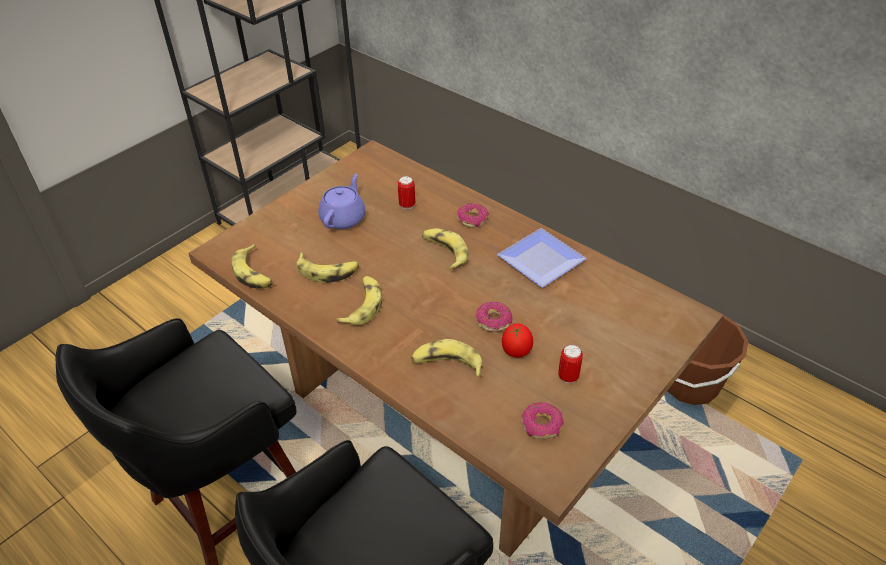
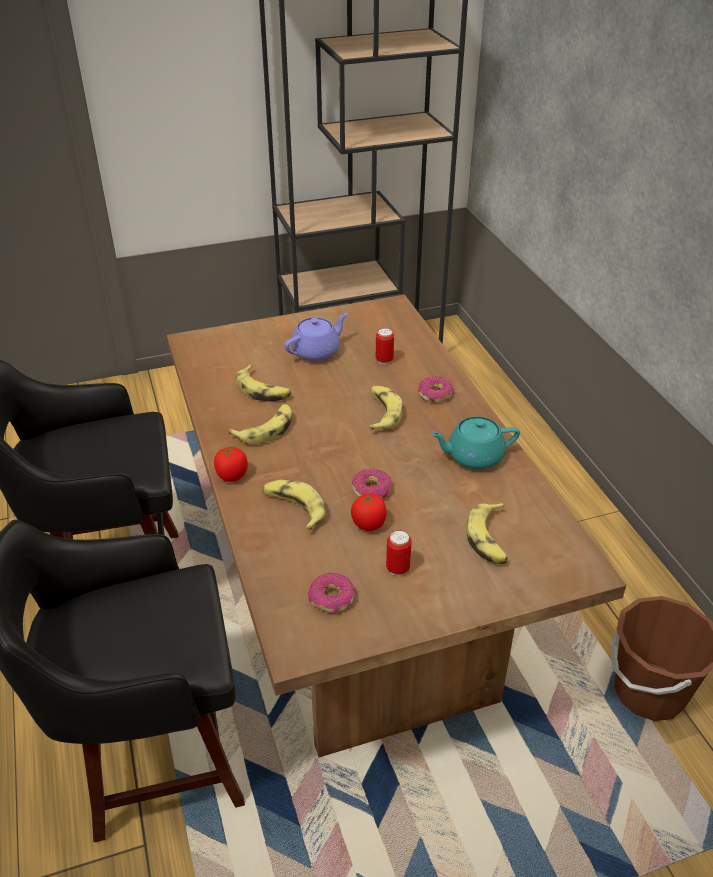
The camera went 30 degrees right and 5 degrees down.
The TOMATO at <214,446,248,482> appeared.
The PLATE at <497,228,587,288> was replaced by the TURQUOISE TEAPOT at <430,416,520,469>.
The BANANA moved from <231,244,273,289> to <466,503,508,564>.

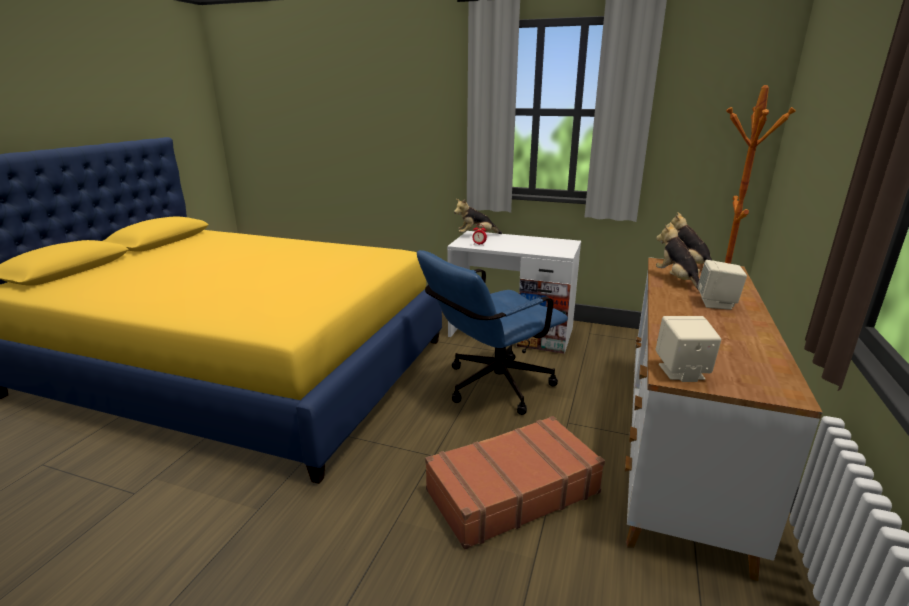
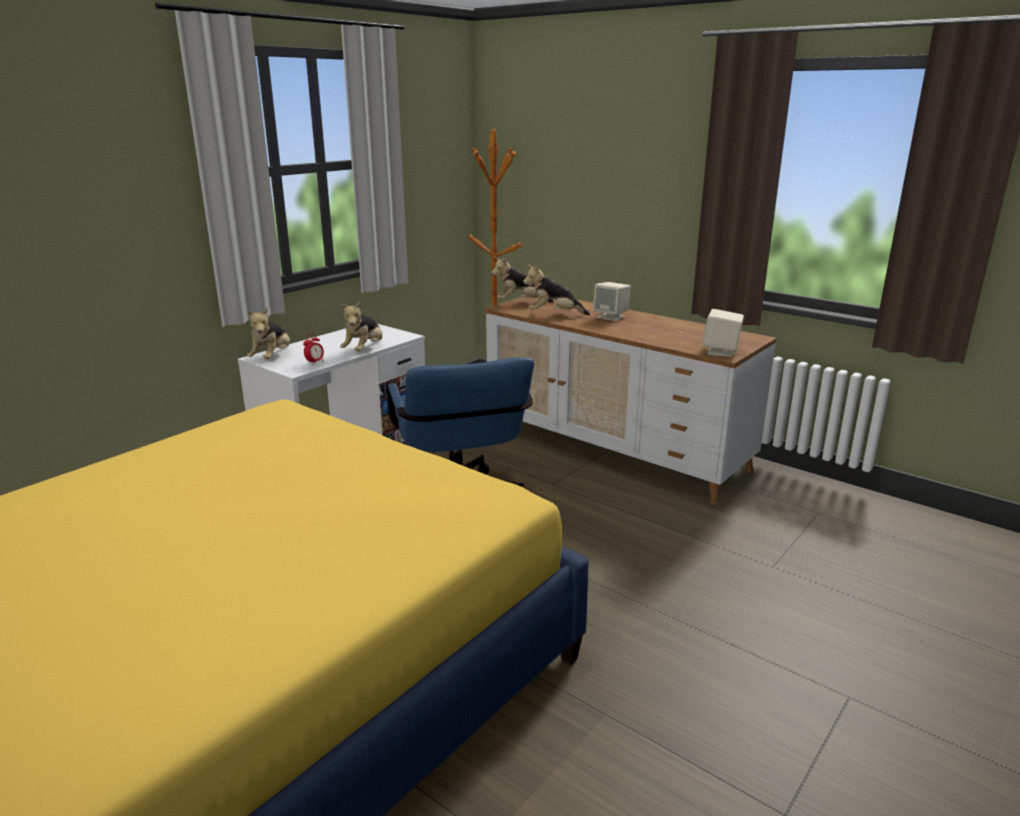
The camera went 70 degrees left and 0 degrees up.
The PLUSH TOY at <340,301,382,351> appeared.
The BROWN SUITCASE at <425,416,605,550> disappeared.

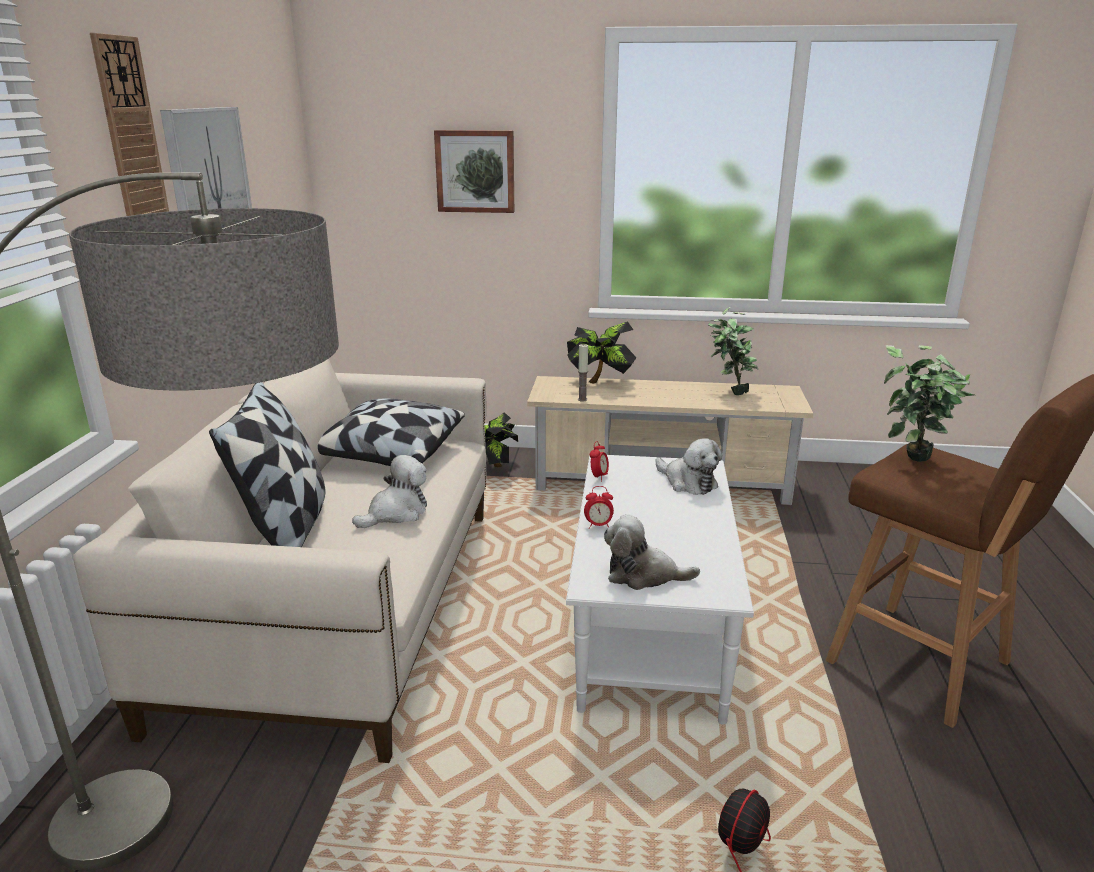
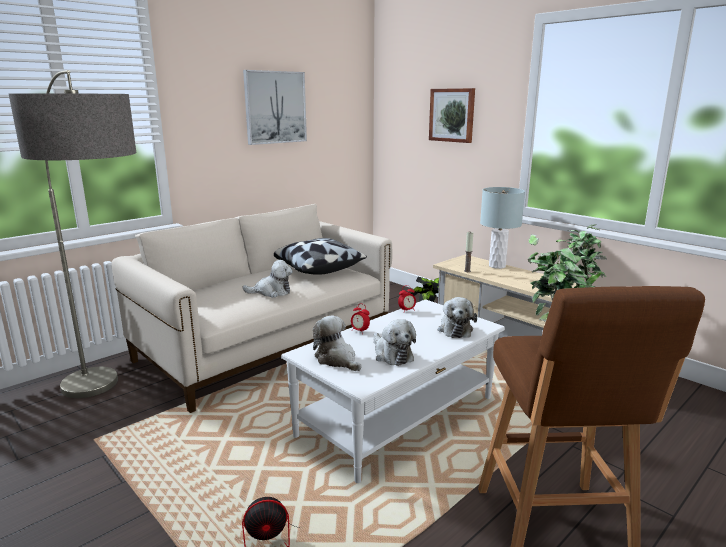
The camera went 40 degrees right and 5 degrees down.
The PLUSH TOY at <373,319,416,366> appeared.
The POTTED PLANT at <567,321,637,383> was replaced by the GREY TABLE LAMP at <480,187,525,269>.
The WALL CLOCK at <90,33,169,216> disappeared.
The PILLOW at <209,382,326,547> disappeared.

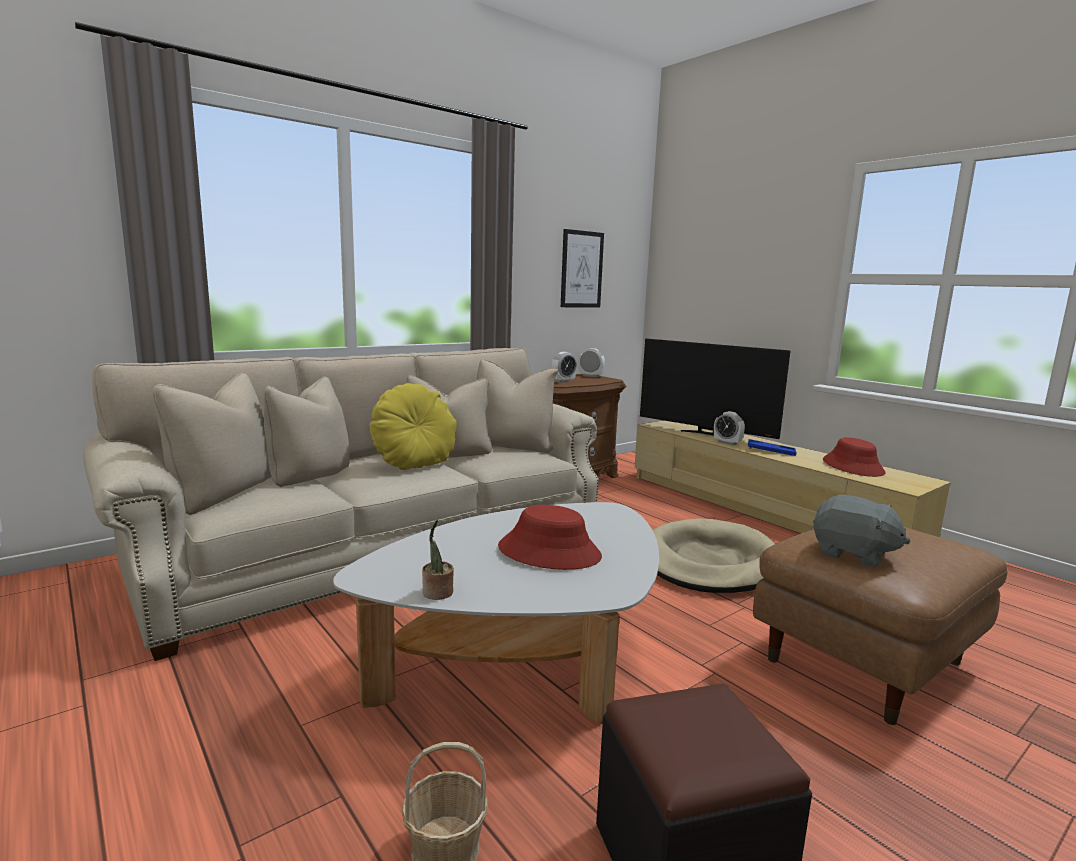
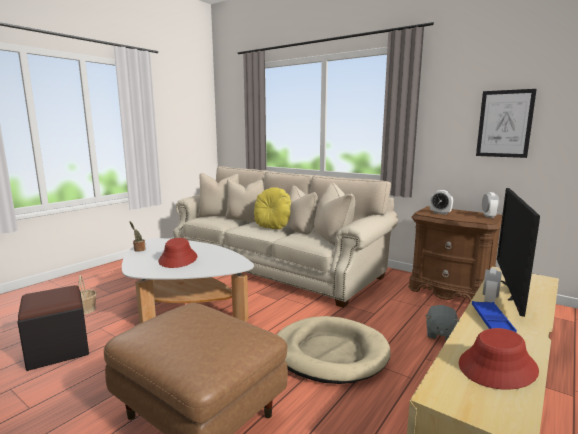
The camera went 75 degrees right and 0 degrees up.
The GREY PLUSH TOY moved from <813,495,911,567> to <425,305,459,341>.

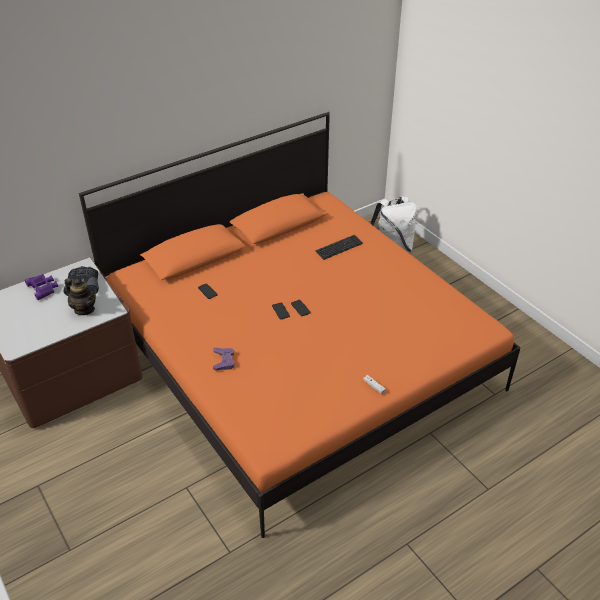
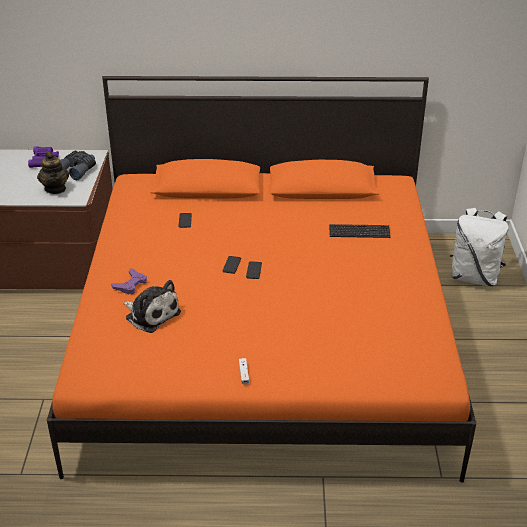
The camera went 35 degrees right and 5 degrees down.
The PLUSH TOY at <123,280,181,333> appeared.

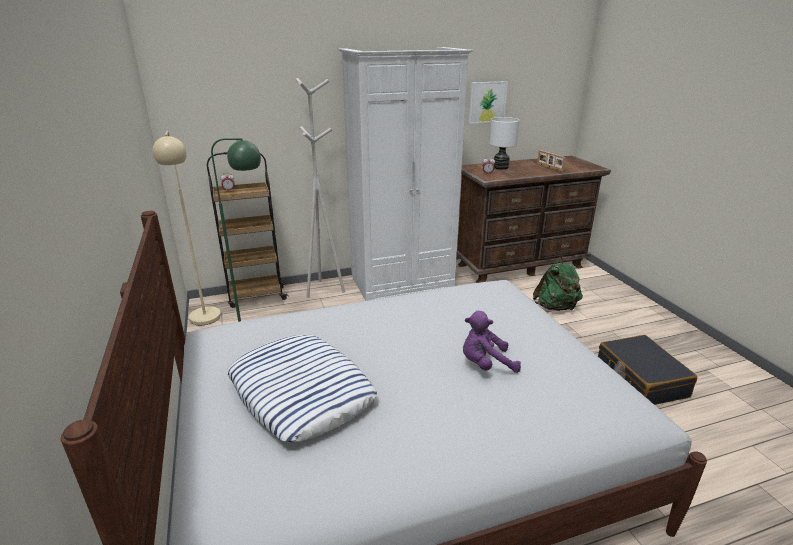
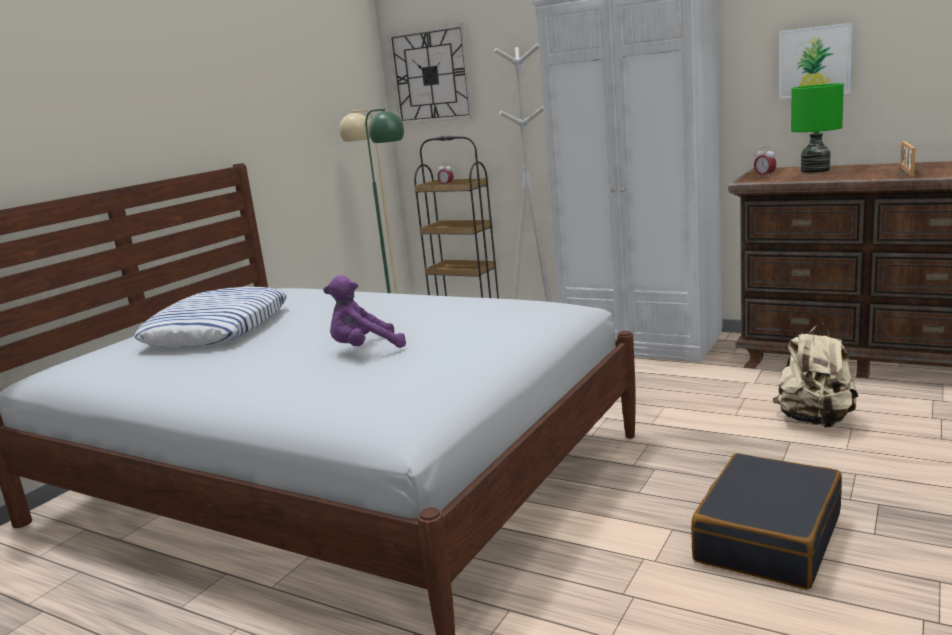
The camera went 50 degrees right and 10 degrees down.
The PURPLE PLUSH TOY at <463,311,521,373> turned 60 degrees counterclockwise.
The WALL CLOCK at <387,23,474,124> appeared.
The GREEN BACKPACK at <533,257,583,311> became the BEIGE BACKPACK at <773,323,858,428>.
The WHITE TABLE LAMP at <489,117,519,169> became the GREEN TABLE LAMP at <791,83,844,172>.

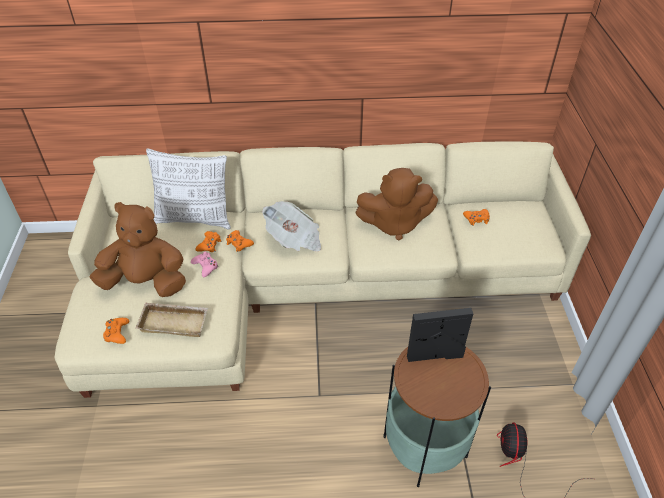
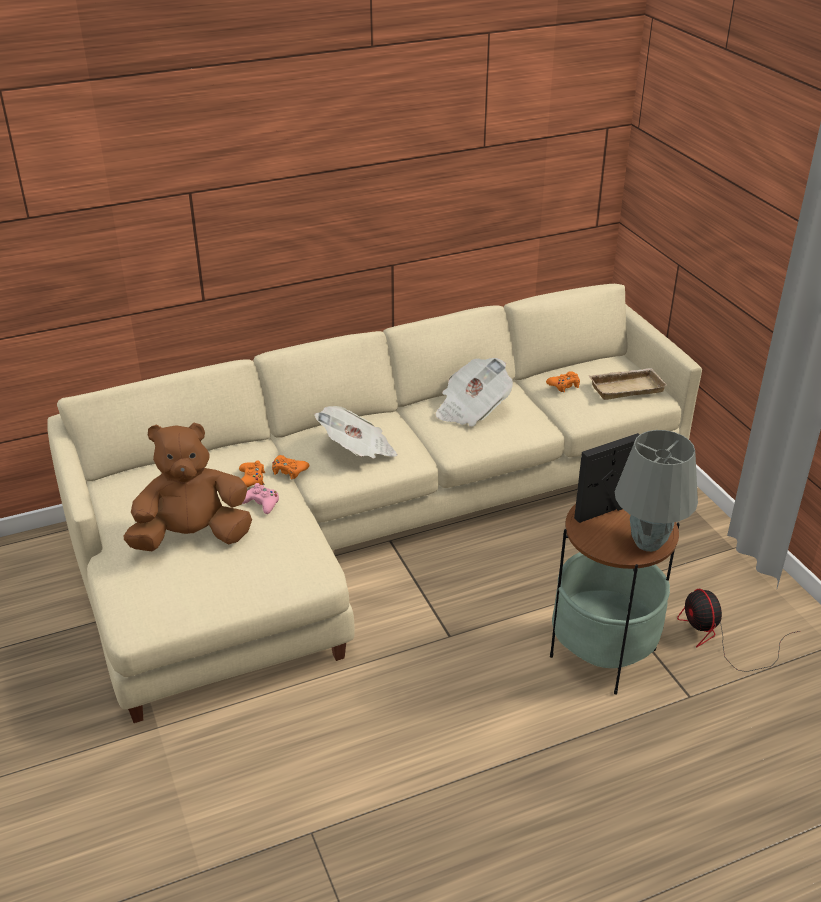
The camera went 20 degrees left and 10 degrees down.
The BROWN PLUSH TOY at <355,168,438,241> was replaced by the NEWSPAPER at <436,358,513,427>.
The BEIGE TRAY moved from <135,302,208,337> to <589,368,668,400>.
The GREY TABLE LAMP at <615,430,698,552> appeared.
The ORANGE GAME CONTROLLER at <103,318,129,344> disappeared.
The PILLOW at <146,149,231,229> disappeared.

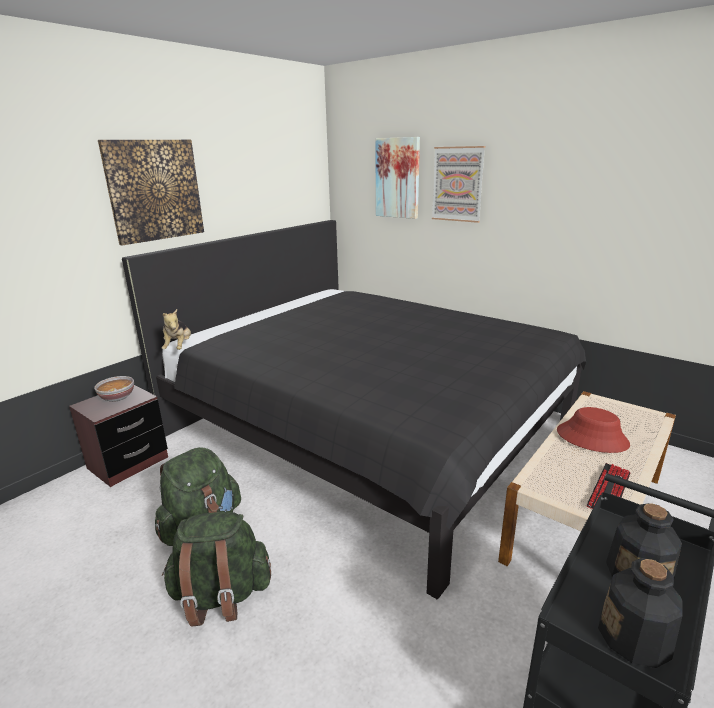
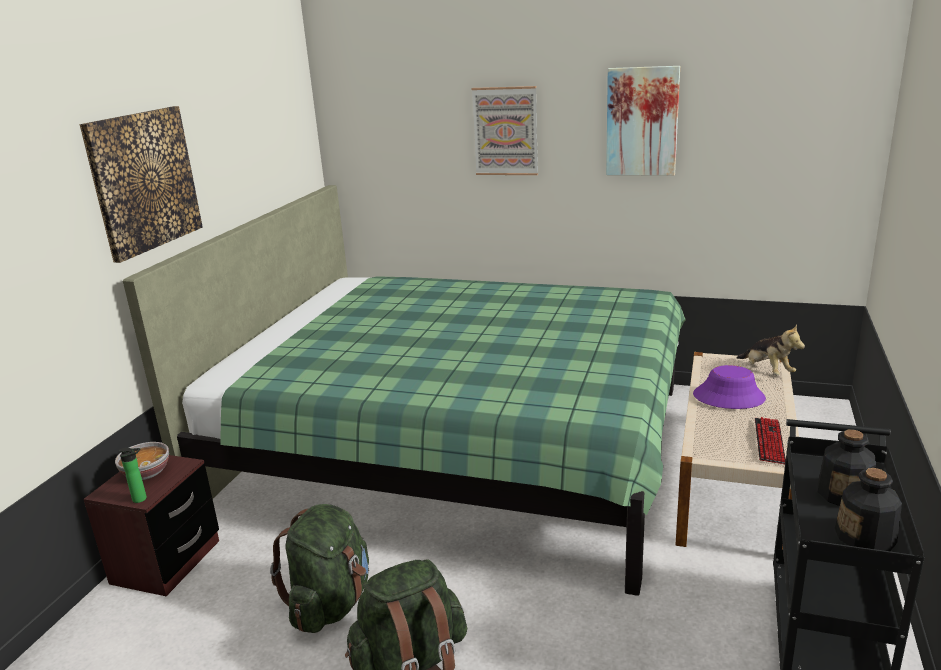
The camera went 20 degrees left and 0 degrees up.
The BOTTLE at <119,448,147,503> appeared.
The BLACK BED at <122,220,586,599> became the GREEN BED at <123,185,686,596>.
The PICTURE moved from <375,137,420,219> to <606,66,680,176>.
The RED HAT at <557,407,630,453> became the PURPLE HAT at <693,365,766,409>.
The PLUSH TOY moved from <162,309,191,350> to <736,324,805,375>.

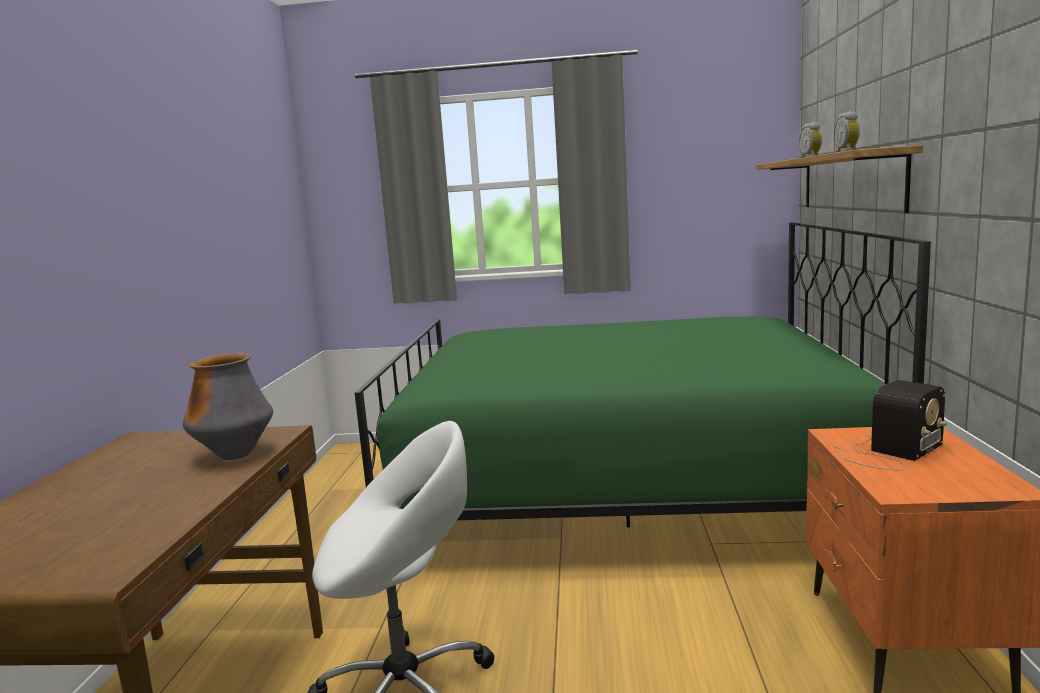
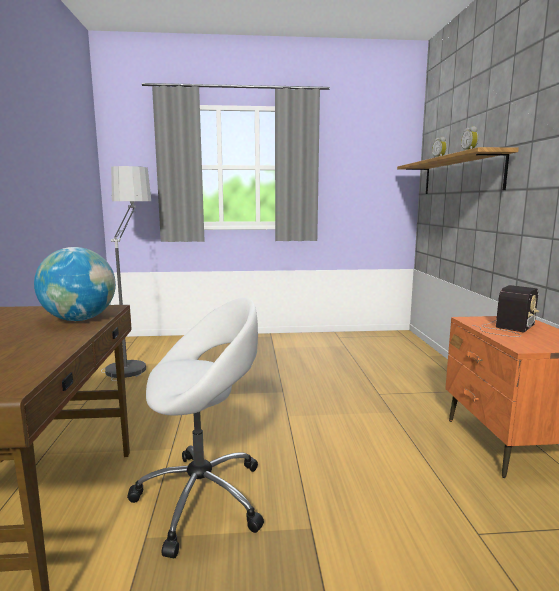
The camera went 10 degrees left and 0 degrees up.
The VASE at <183,353,273,460> was replaced by the GLOBE at <34,247,116,321>.
The FLOOR LAMP at <101,166,151,381> appeared.
The GREEN BED at <355,222,931,528> disappeared.

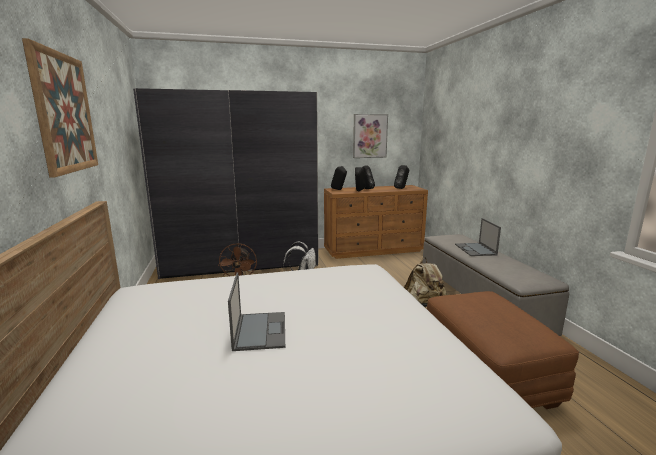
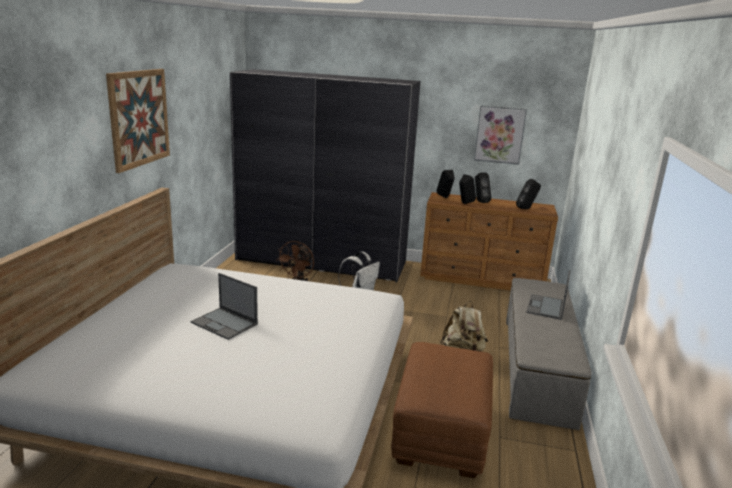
The camera went 25 degrees right and 5 degrees up.
The LAPTOP at <228,273,285,351> turned 105 degrees clockwise.

